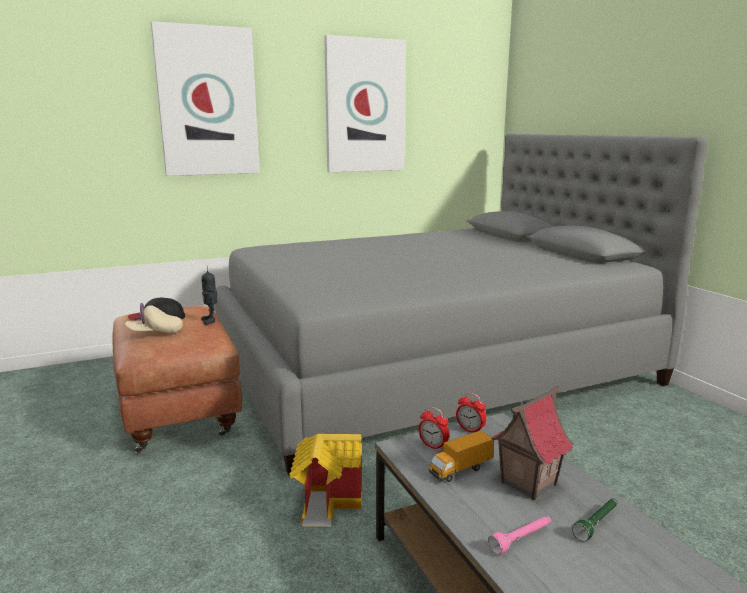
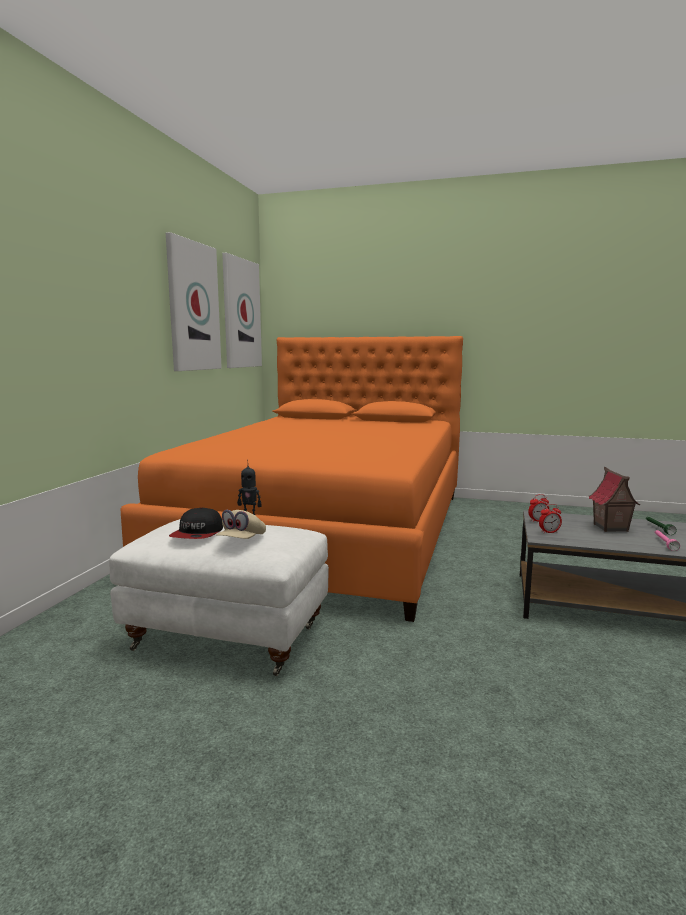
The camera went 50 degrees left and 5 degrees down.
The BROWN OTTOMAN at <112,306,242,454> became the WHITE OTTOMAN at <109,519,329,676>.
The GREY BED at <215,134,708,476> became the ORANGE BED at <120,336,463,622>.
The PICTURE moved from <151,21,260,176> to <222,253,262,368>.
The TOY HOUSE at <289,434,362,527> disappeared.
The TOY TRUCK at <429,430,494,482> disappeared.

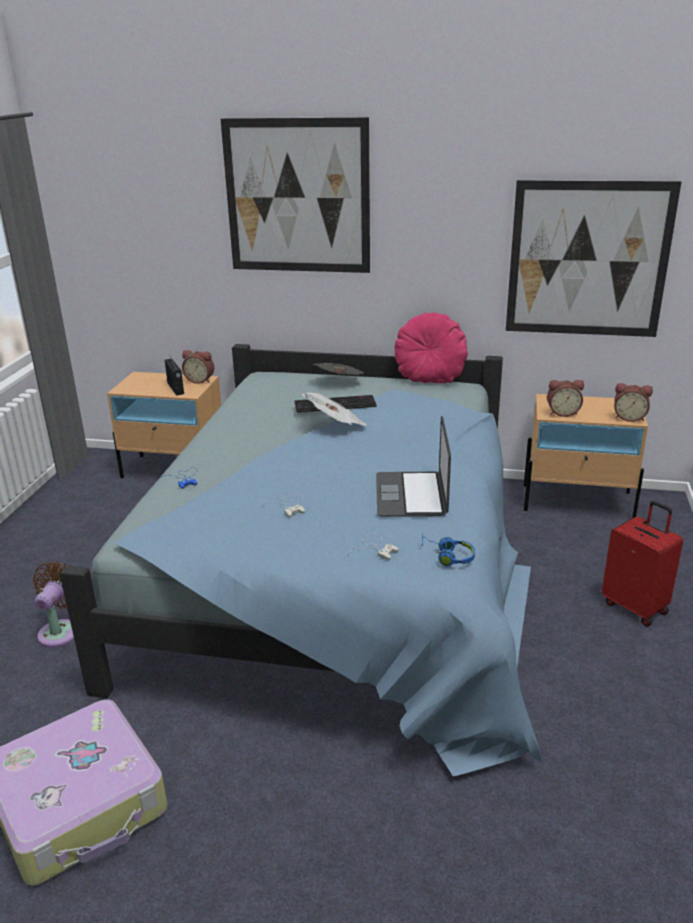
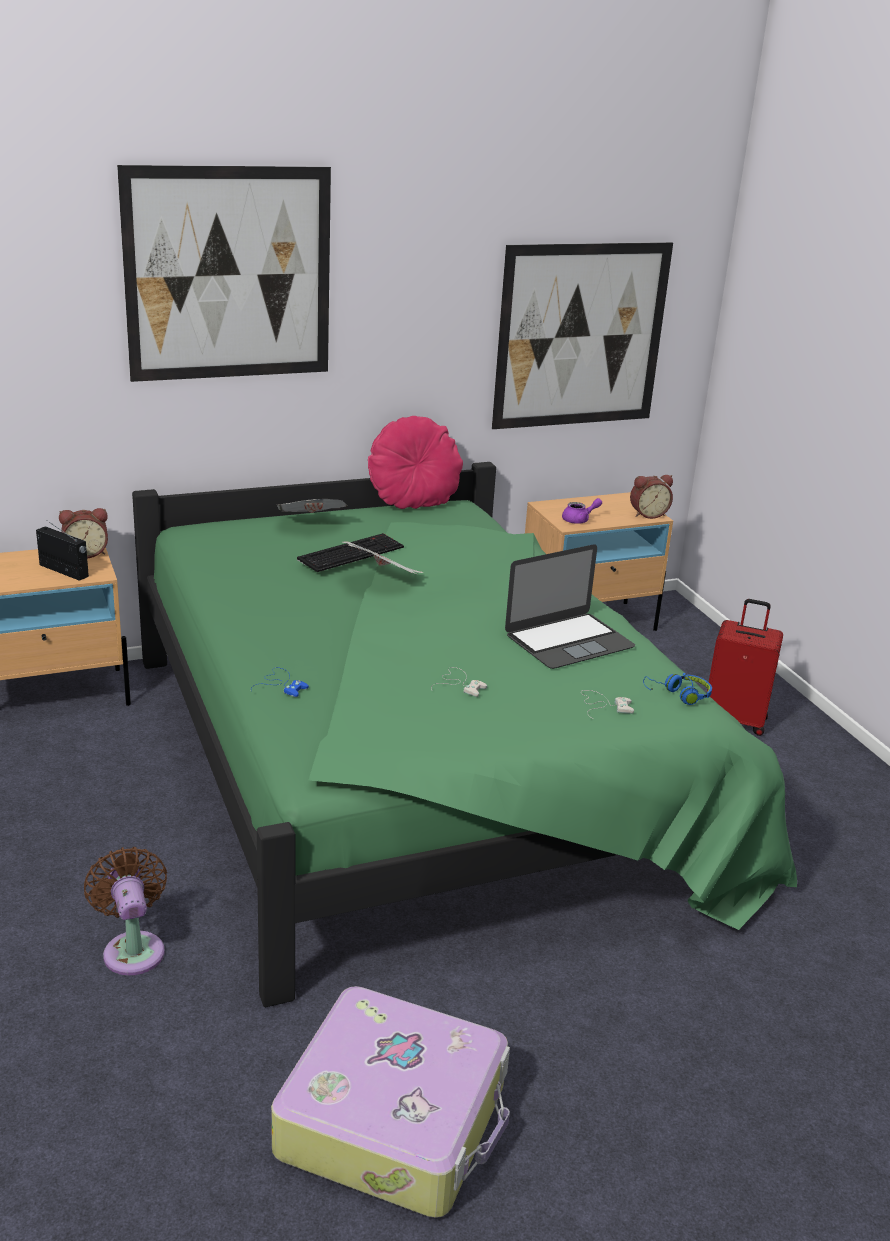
The camera went 35 degrees left and 0 degrees up.
The BLUE BED at <60,344,542,777> became the GREEN BED at <132,462,797,1008>.
The LAPTOP at <376,416,451,516> turned 90 degrees counterclockwise.
The ALARM CLOCK at <547,380,584,417> was replaced by the PURPLE TEAPOT at <562,498,602,524>.

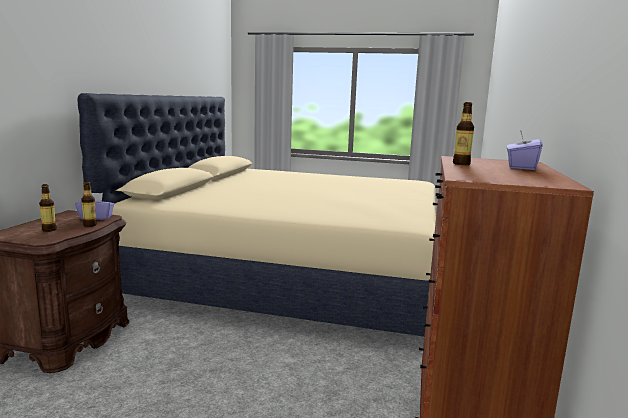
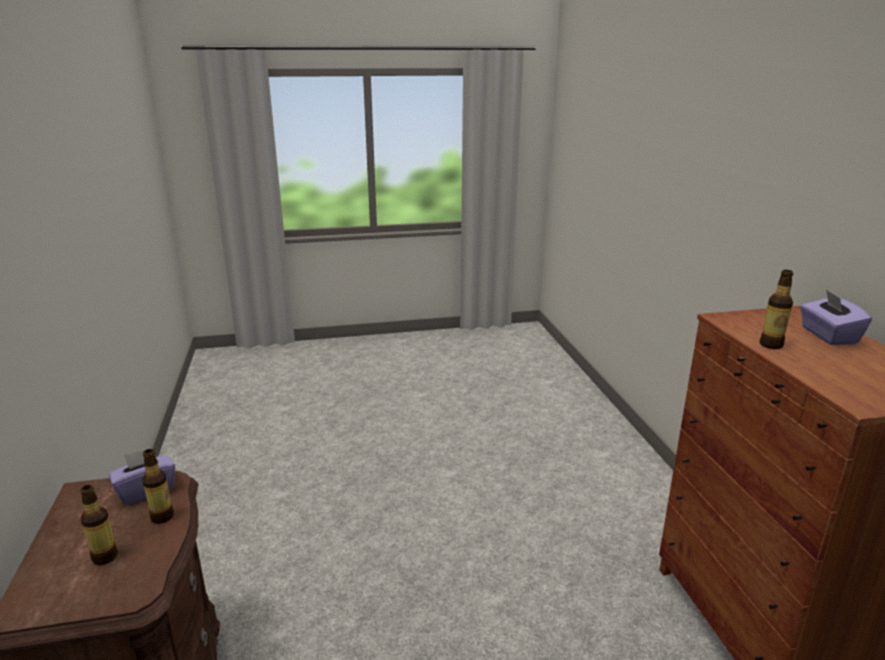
The camera went 25 degrees left and 10 degrees up.
The BEIGE BED at <78,93,437,337> disappeared.

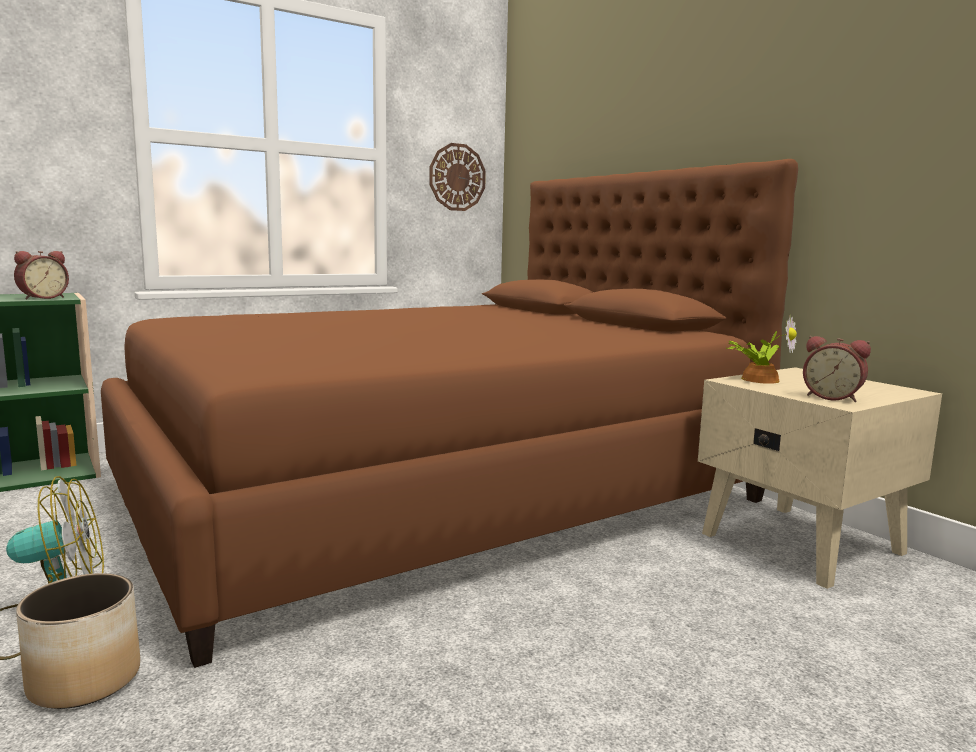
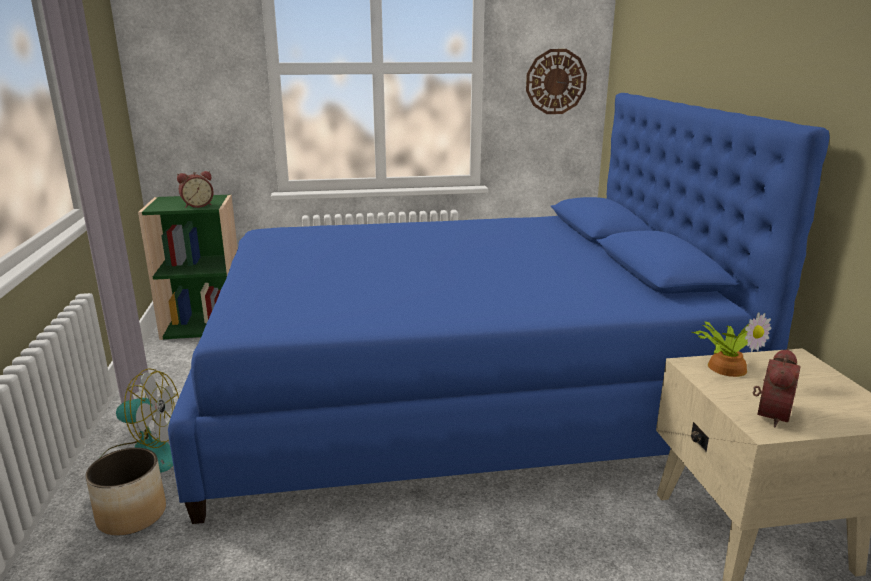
The camera went 25 degrees right and 10 degrees up.
The BROWN BED at <101,159,798,668> became the BLUE BED at <168,93,830,524>.
The ALARM CLOCK at <803,336,871,402> turned 120 degrees counterclockwise.

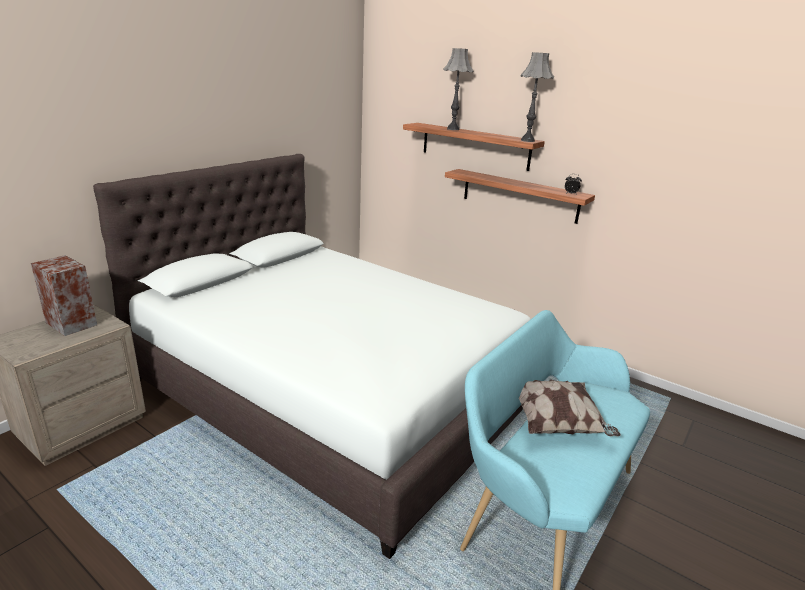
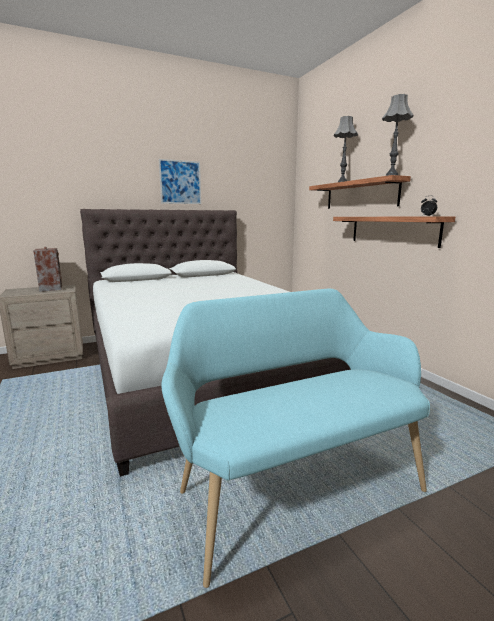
The camera went 30 degrees right and 10 degrees down.
The PICTURE at <159,159,201,204> appeared.
The PILLOW at <519,380,621,436> disappeared.

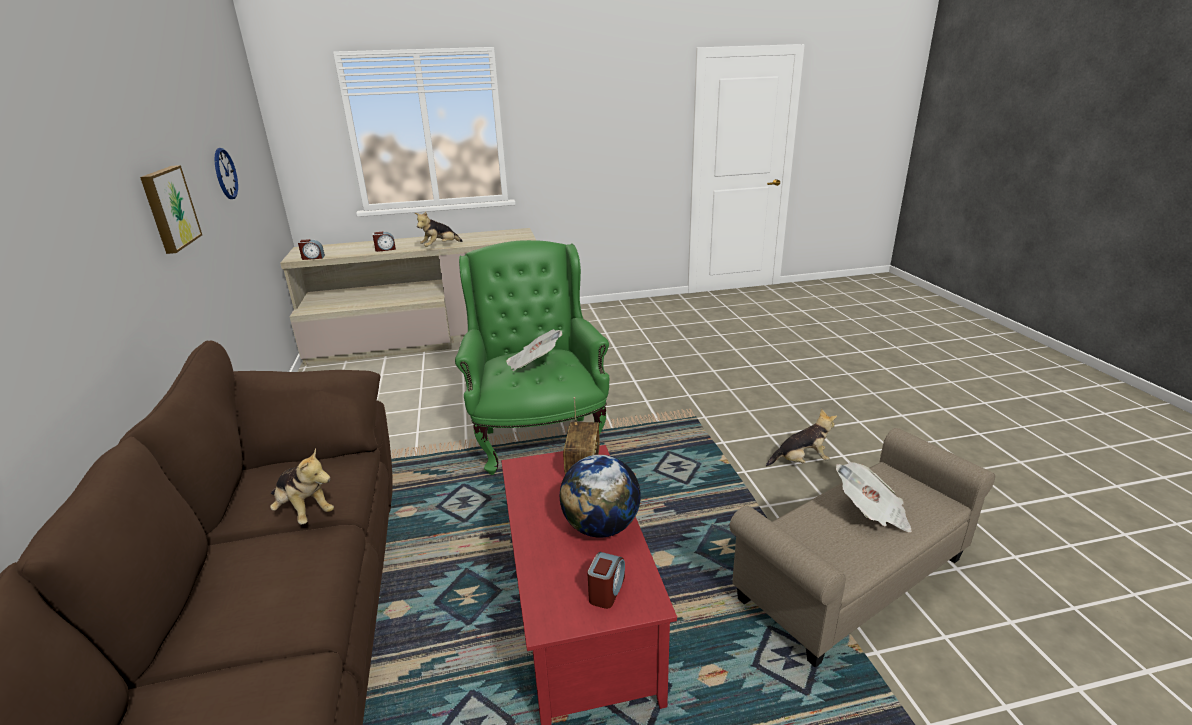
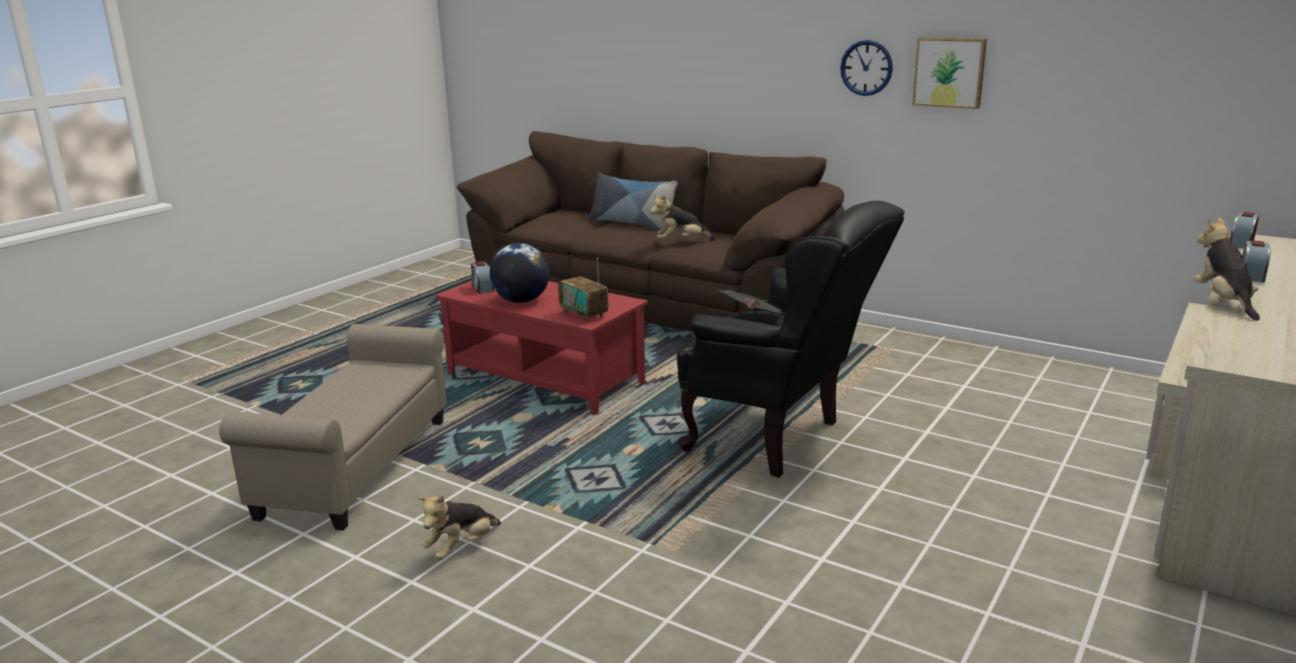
The camera went 135 degrees right and 5 degrees down.
The PILLOW at <589,173,677,230> appeared.
The GREEN ARMCHAIR at <455,240,609,475> became the BLACK ARMCHAIR at <677,201,905,478>.
The WALL CLOCK moved from <215,148,238,199> to <840,40,893,96>.
The NEWSPAPER at <836,462,912,533> disappeared.

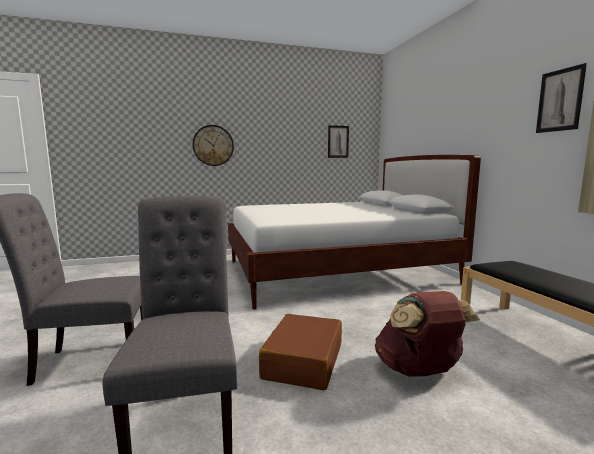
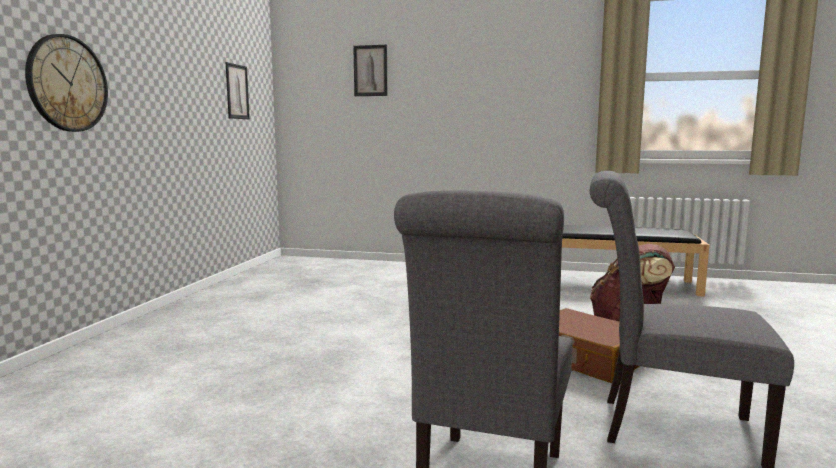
The camera went 60 degrees left and 0 degrees up.
The PICTURE moved from <536,63,587,133> to <353,45,387,96>.
The WHITE BED at <228,155,481,309> disappeared.

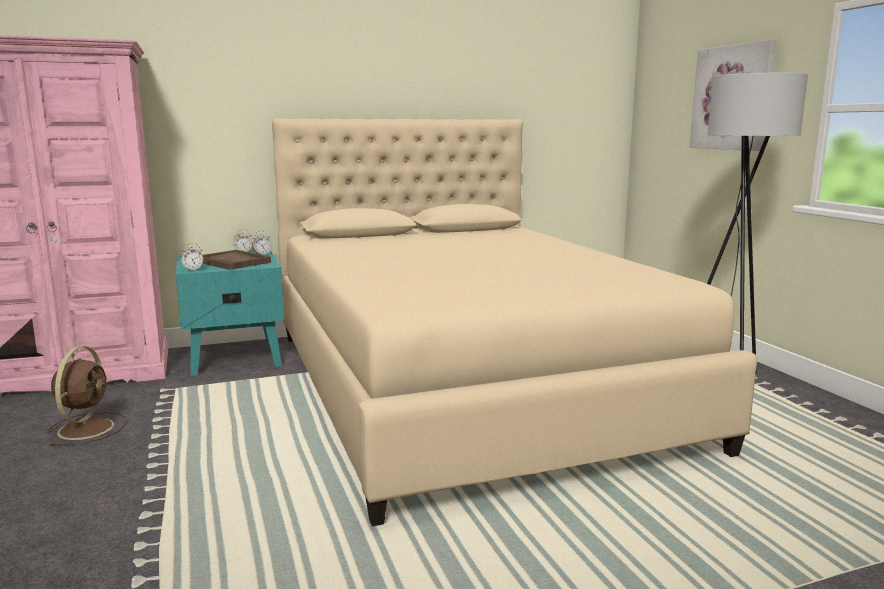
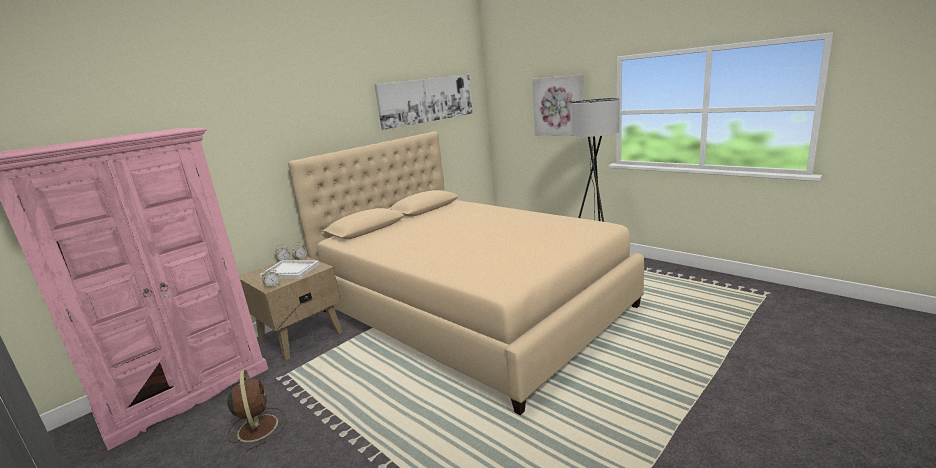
The camera went 25 degrees left and 5 degrees up.
The TURQUOISE NIGHTSTAND at <176,251,284,376> became the BEIGE NIGHTSTAND at <239,256,342,361>.
The BROWN TRAY at <203,250,271,270> became the WHITE TRAY at <260,261,319,279>.
The PICTURE at <374,75,473,130> appeared.

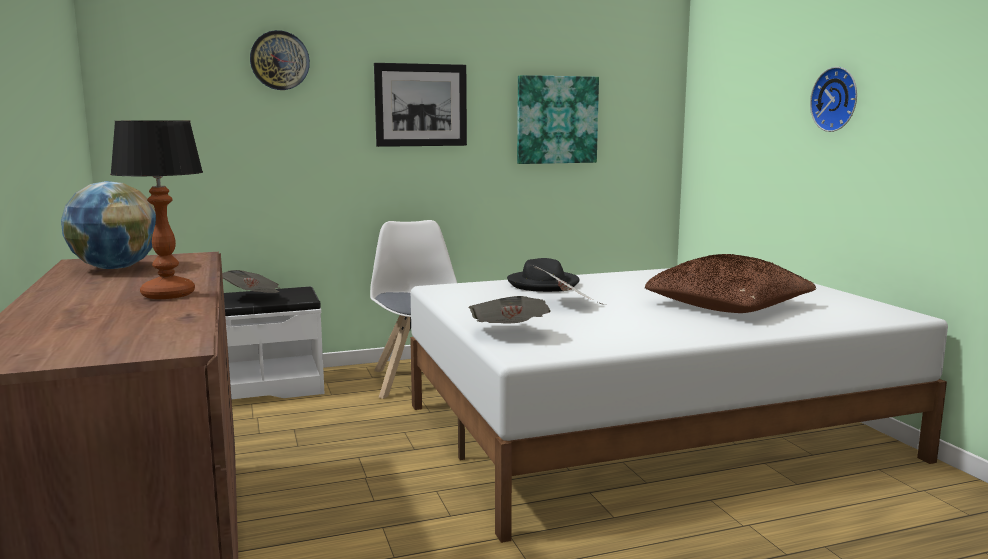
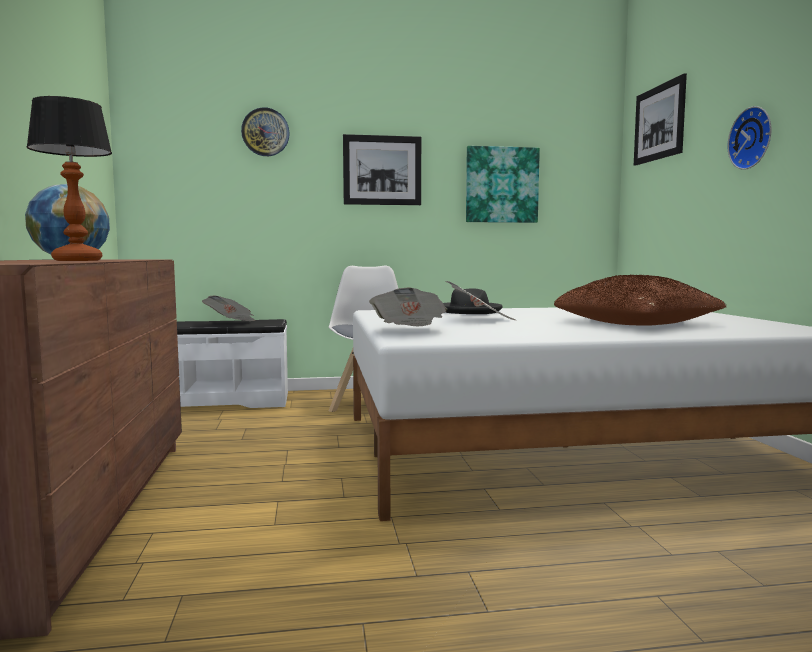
The camera went 10 degrees right and 5 degrees down.
The PICTURE at <634,73,687,165> appeared.

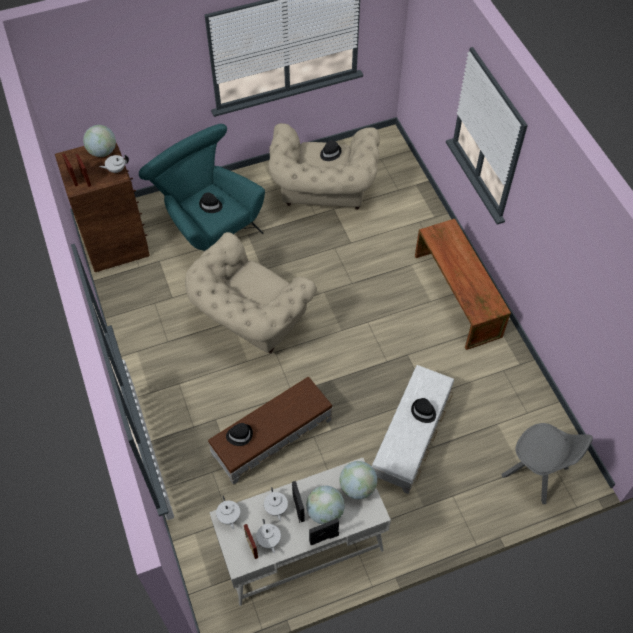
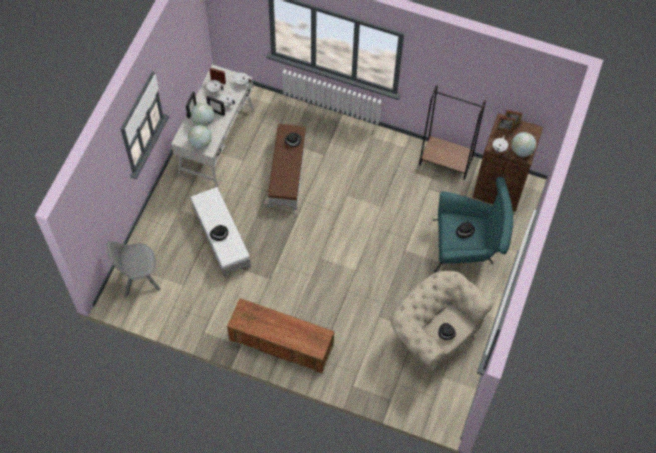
The camera went 130 degrees right and 5 degrees up.
The CLOTHES RACK at <419,85,486,180> appeared.
The BEIGE ARMCHAIR at <185,232,317,353> disappeared.

